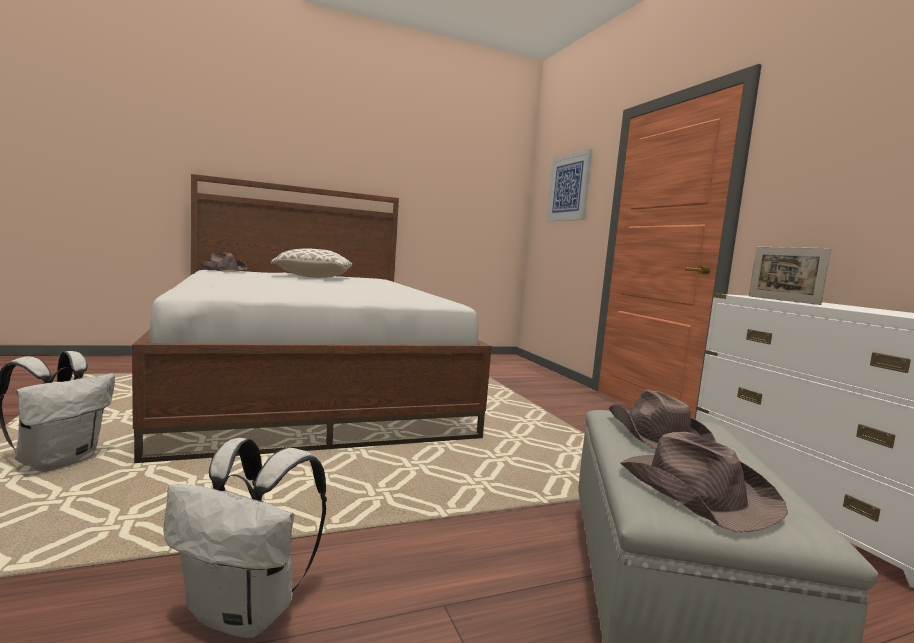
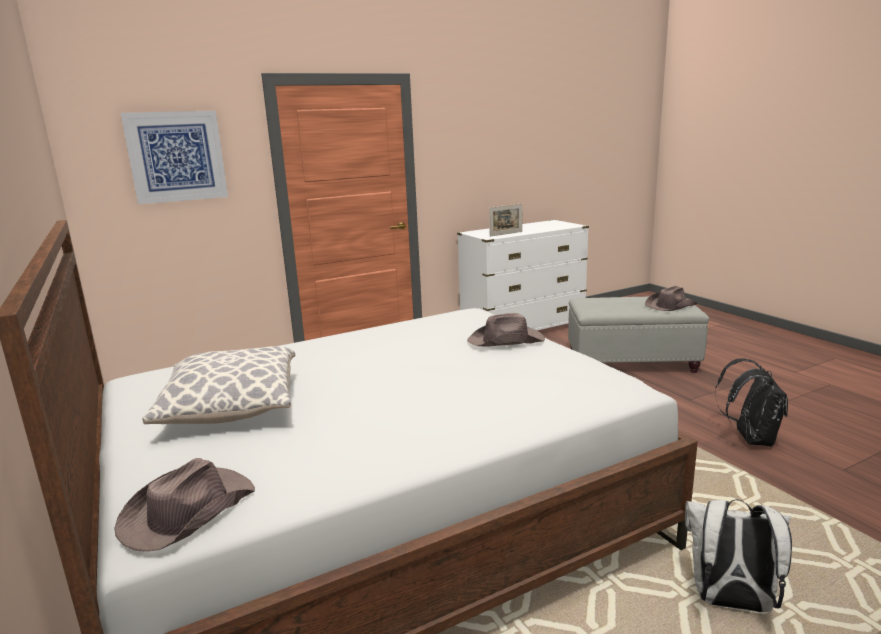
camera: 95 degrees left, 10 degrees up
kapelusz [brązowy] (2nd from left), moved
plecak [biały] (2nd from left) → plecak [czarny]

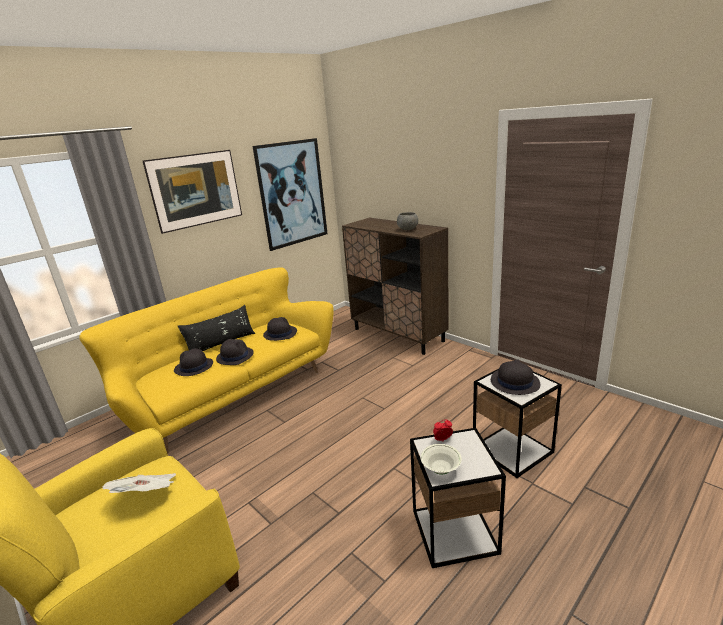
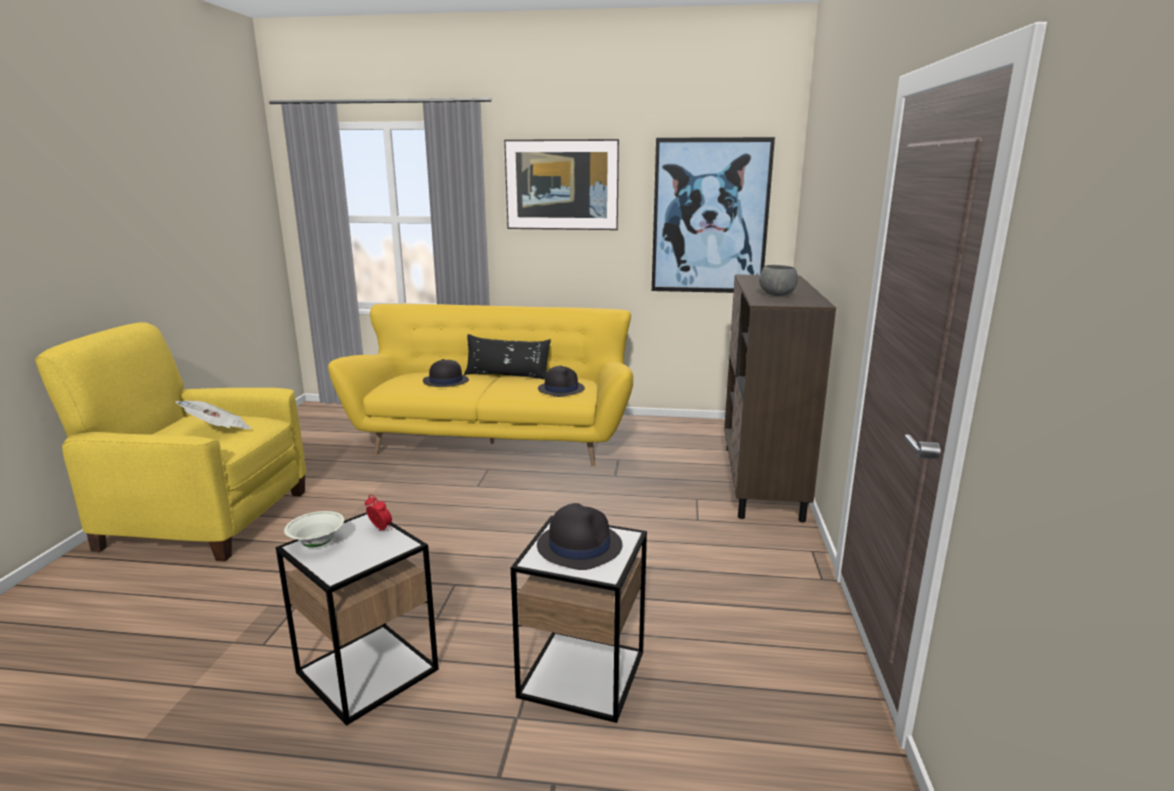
camera: 50 degrees right, 5 degrees down
kapelusz [czarny] (2nd from left) → -

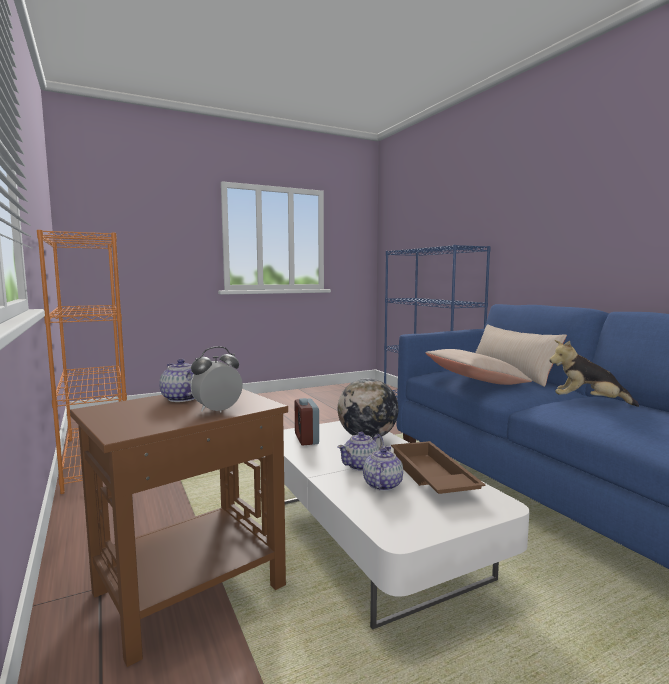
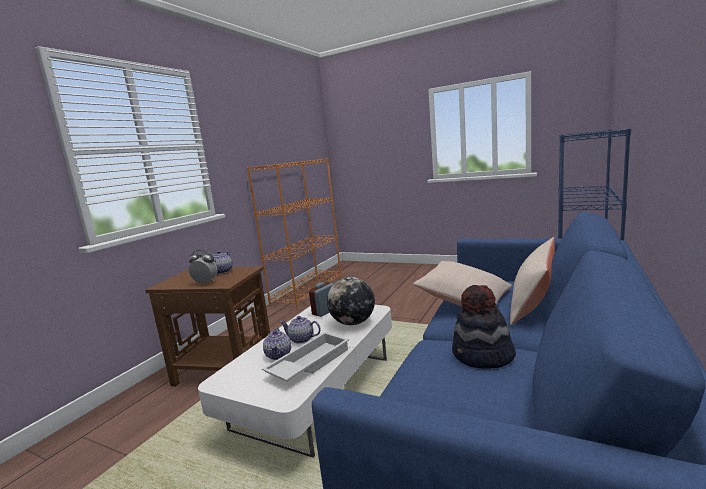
camera: 55 degrees right, 5 degrees up
pluszak → kapelusz
taca [brązowy] → taca [biały]
imbryk (3rd from left in the first image) → imbryk (2nd from left), 105 degrees clockwise

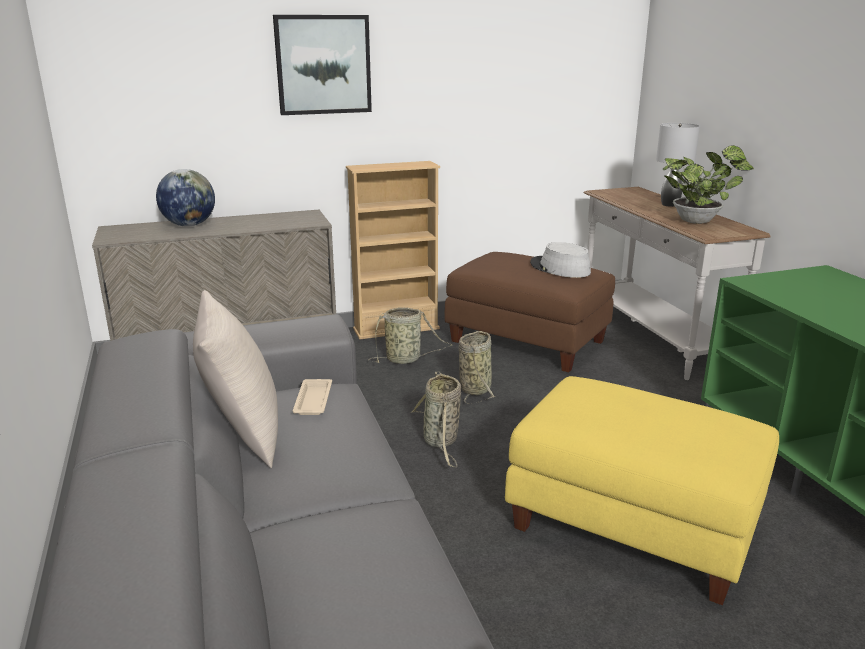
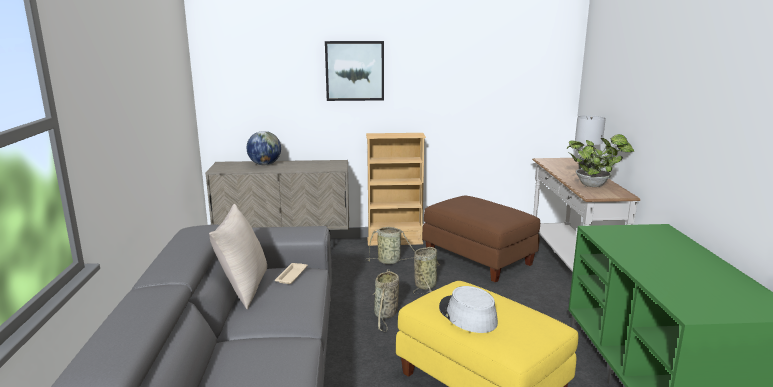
camera: 15 degrees right, 5 degrees down
kapelusz [szary], moved

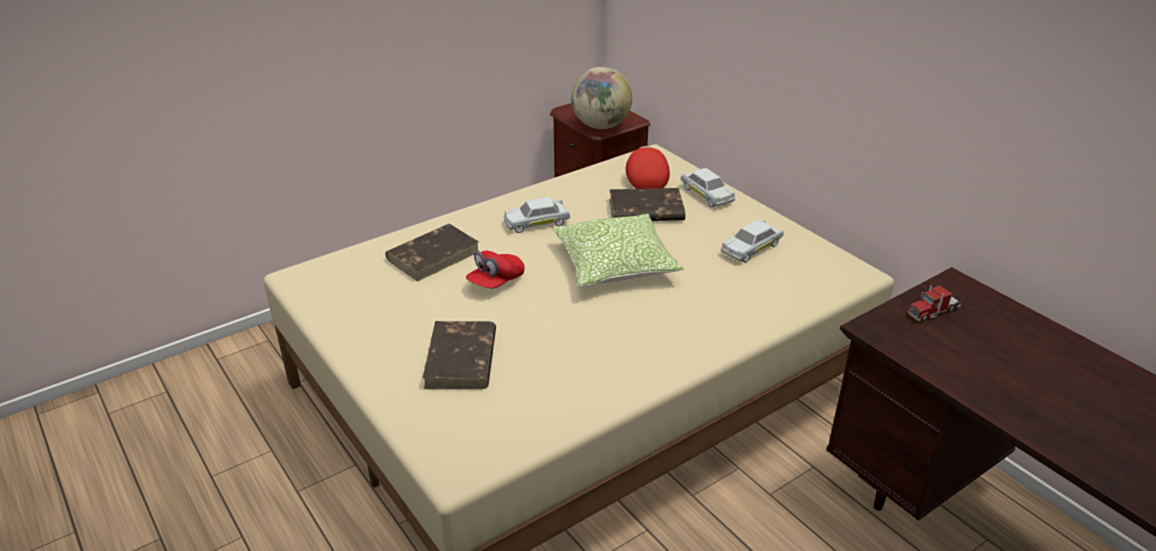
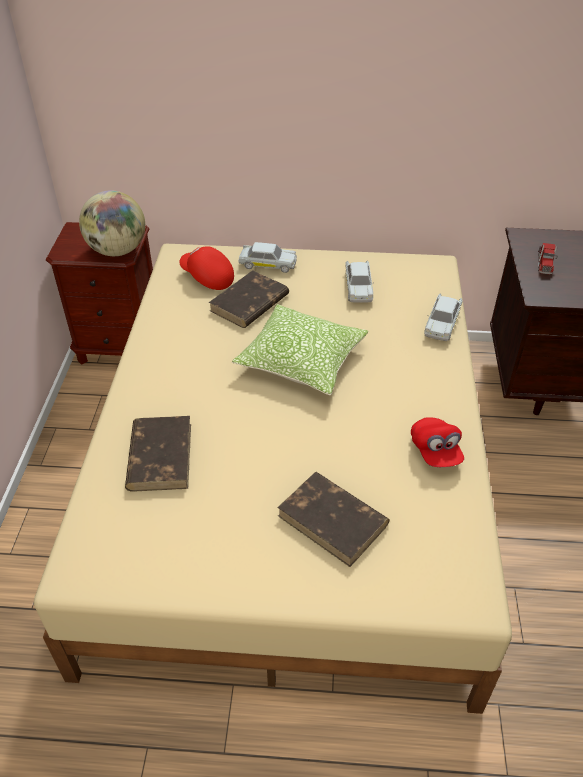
camera: 50 degrees left, 10 degrees up
samochodzik [biały] (1st from left in the first image) → samochodzik [biały] (3rd from left), moved
czapka z daszkiem [czerwony] (1st from left in the first image) → czapka z daszkiem [czerwony] (2nd from left), moved

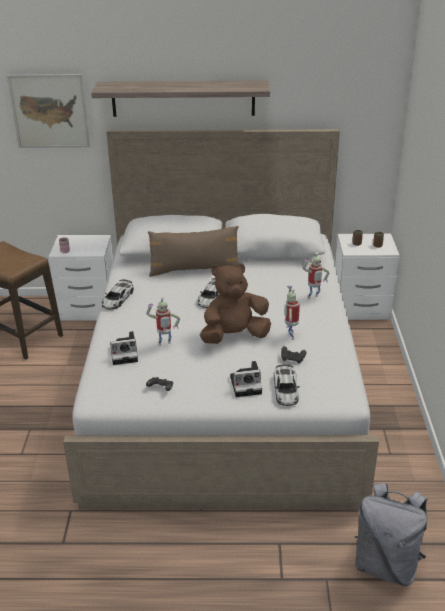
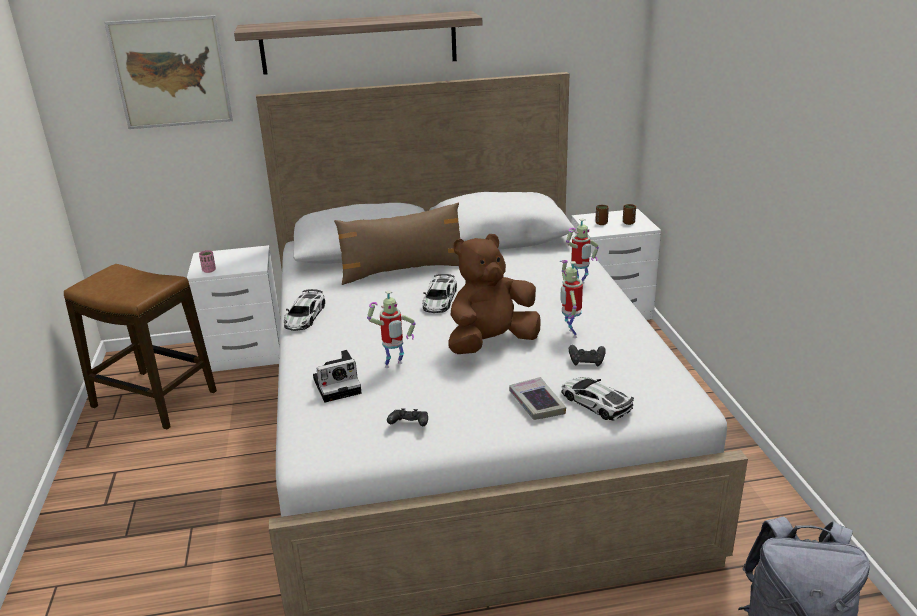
camera: 10 degrees left, 5 degrees down
aparat fotograficzny (2nd from left) → książka
samochodzik (3rd from left), 150 degrees clockwise

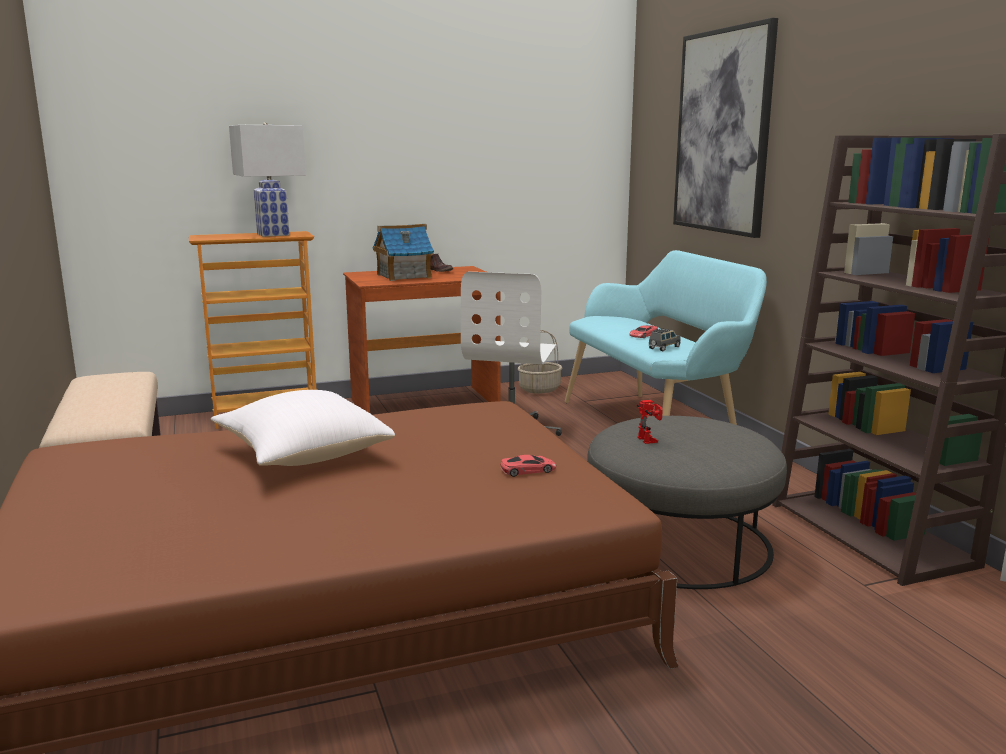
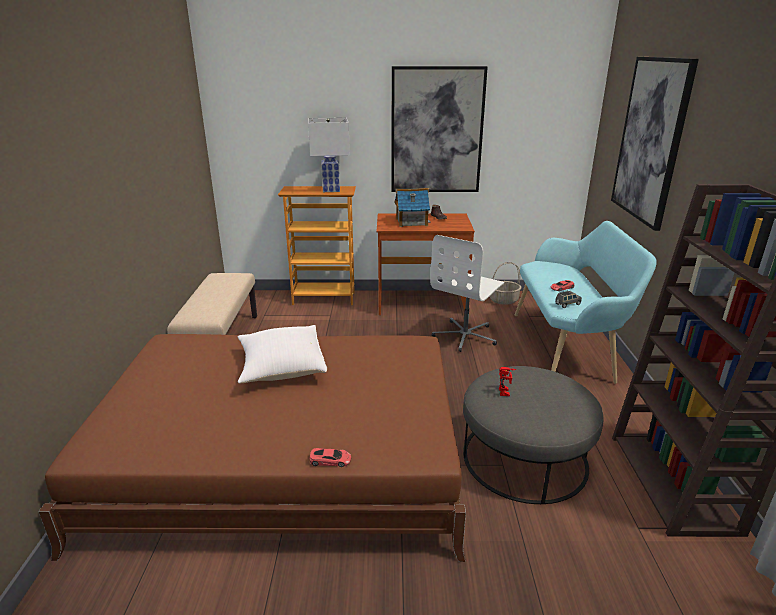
camera: 20 degrees right, 10 degrees up
samochodzik [czerwony] (1st from left), moved
- → obraz (1st from left)

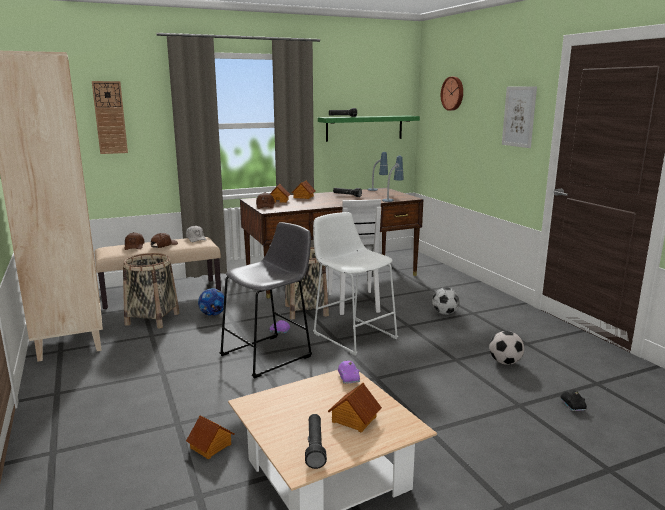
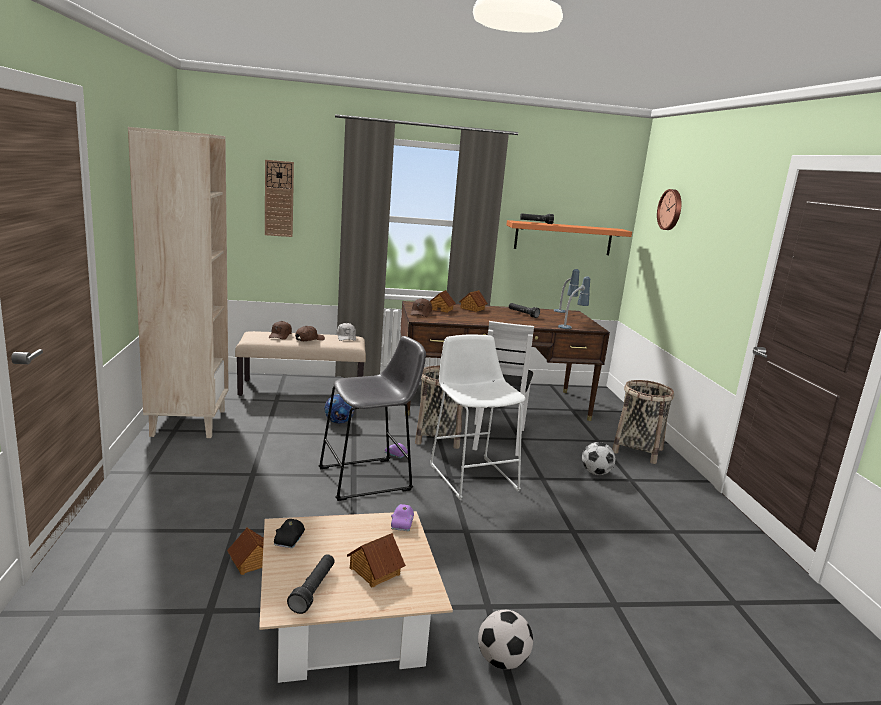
camera: 15 degrees right, 0 degrees up
obraz → -
półka [zielony] → półka [pomarańczowy]
koszyk (1st from left in the first image) → koszyk (2nd from left), moved
piłka futbolowa (3rd from left in the first image) → piłka futbolowa (2nd from left), moved
samochodzik [czarny], moved

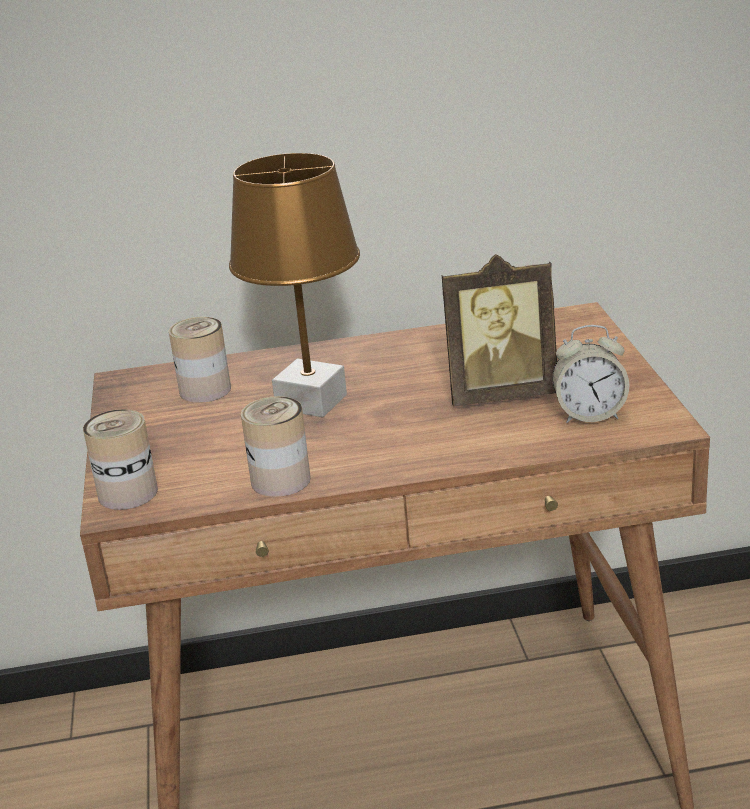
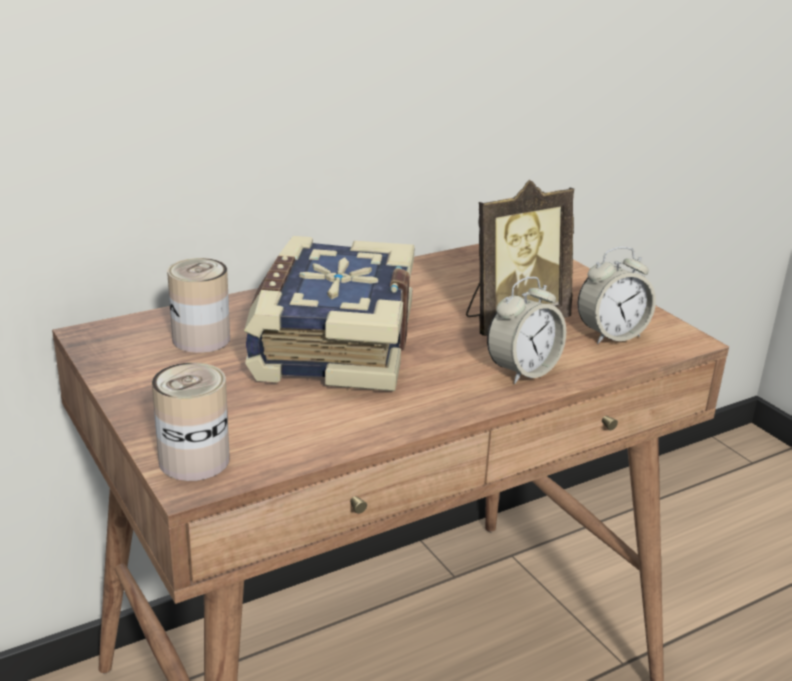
camera: 25 degrees left, 0 degrees up
lampa stołowa [brązowy] → książka
puszka (3rd from left) → -
- → budzik (1st from left)

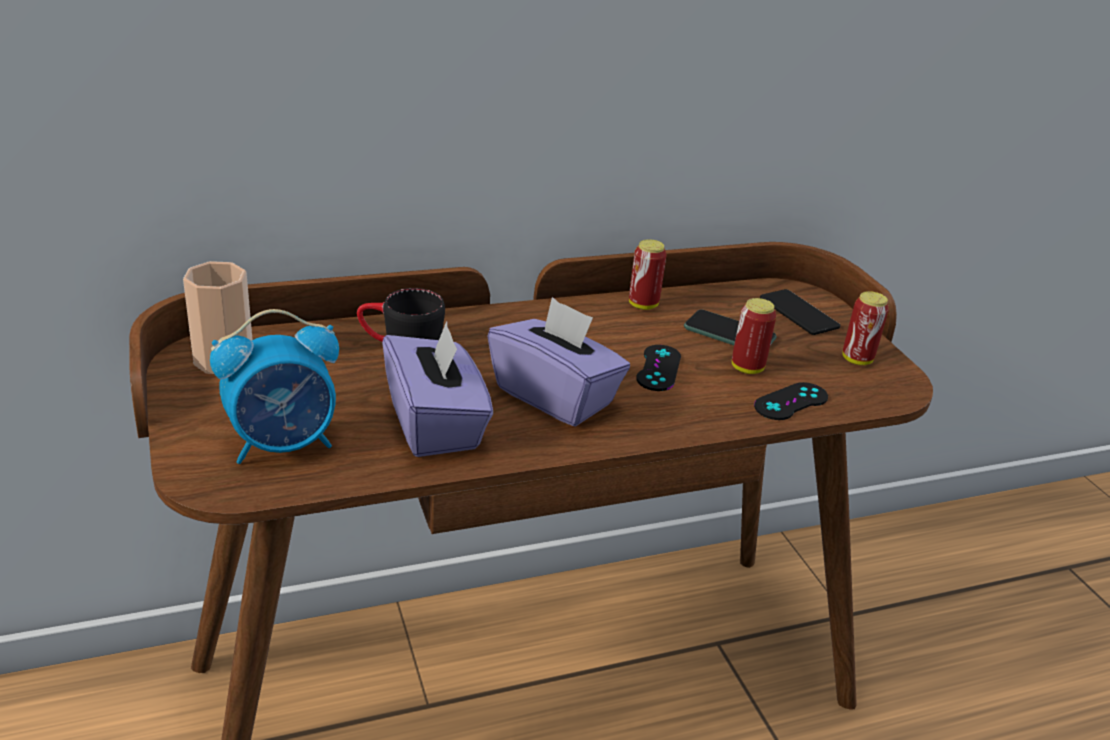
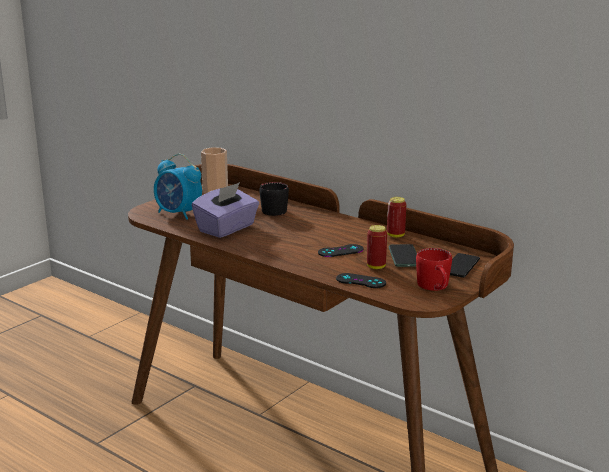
camera: 60 degrees right, 10 degrees down
puszka (3rd from left) → kubek [czerwony]
pudełko chusteczek [fioletowy] (2nd from left) → -

